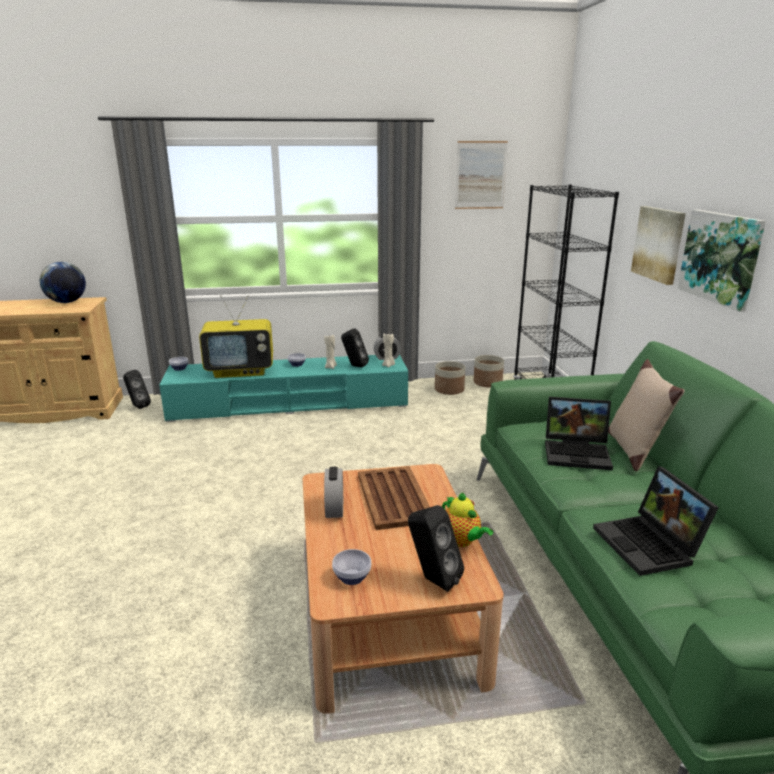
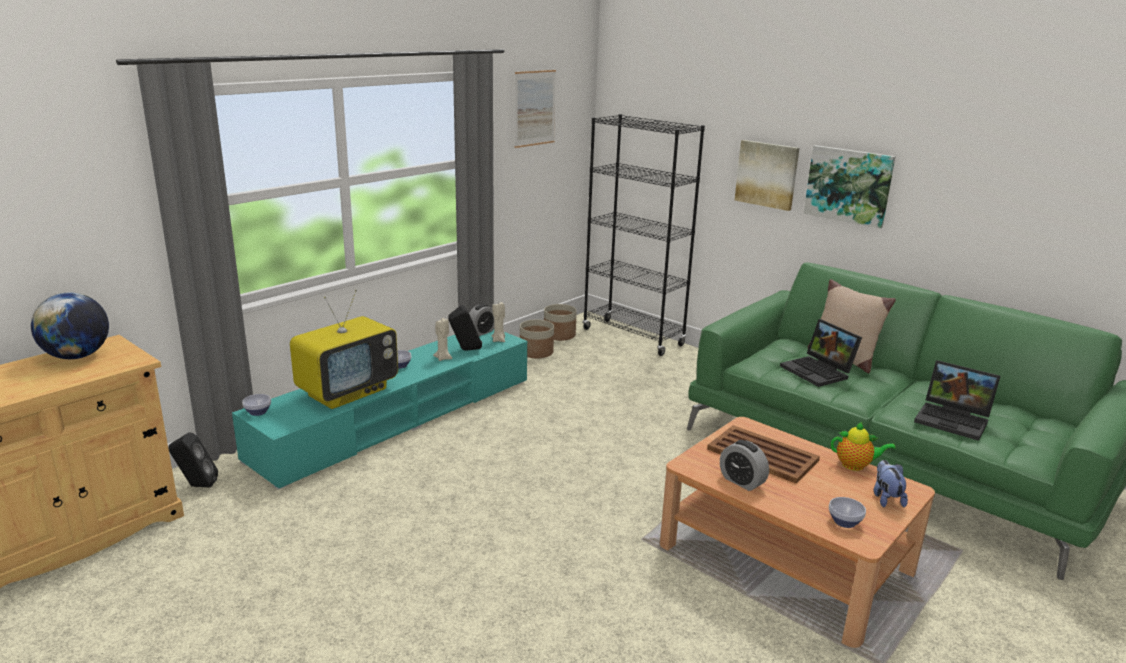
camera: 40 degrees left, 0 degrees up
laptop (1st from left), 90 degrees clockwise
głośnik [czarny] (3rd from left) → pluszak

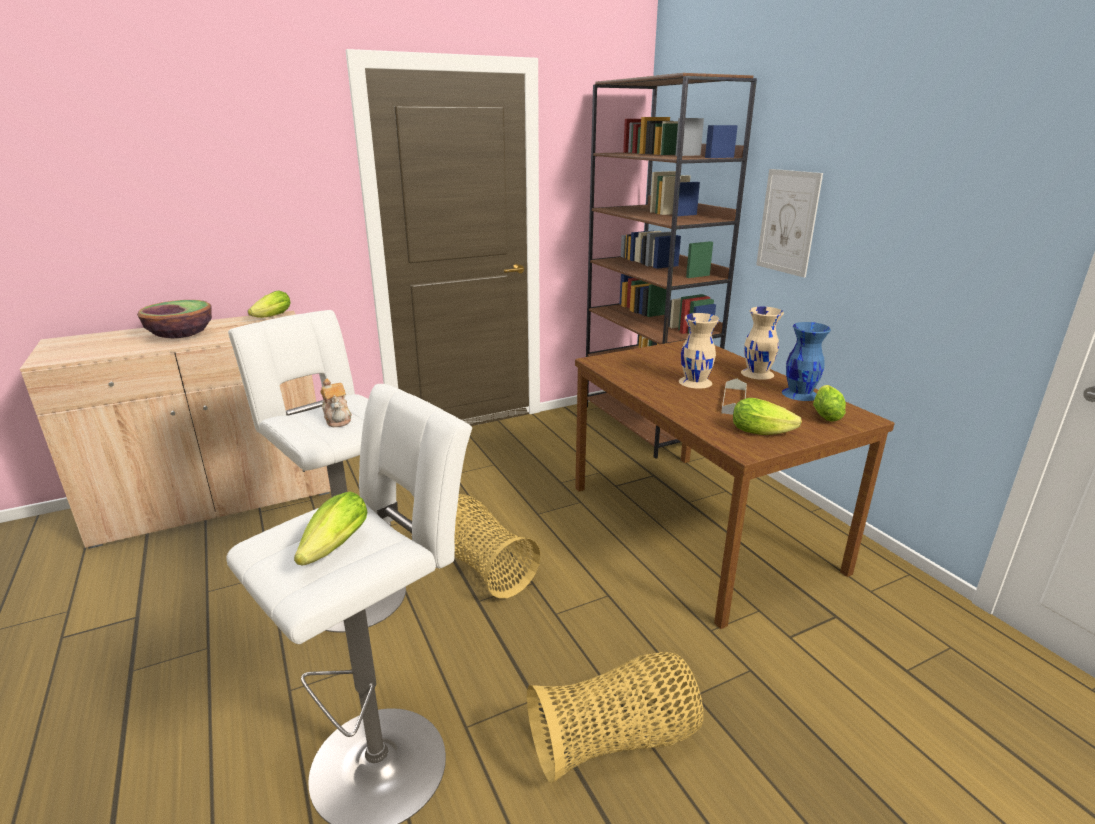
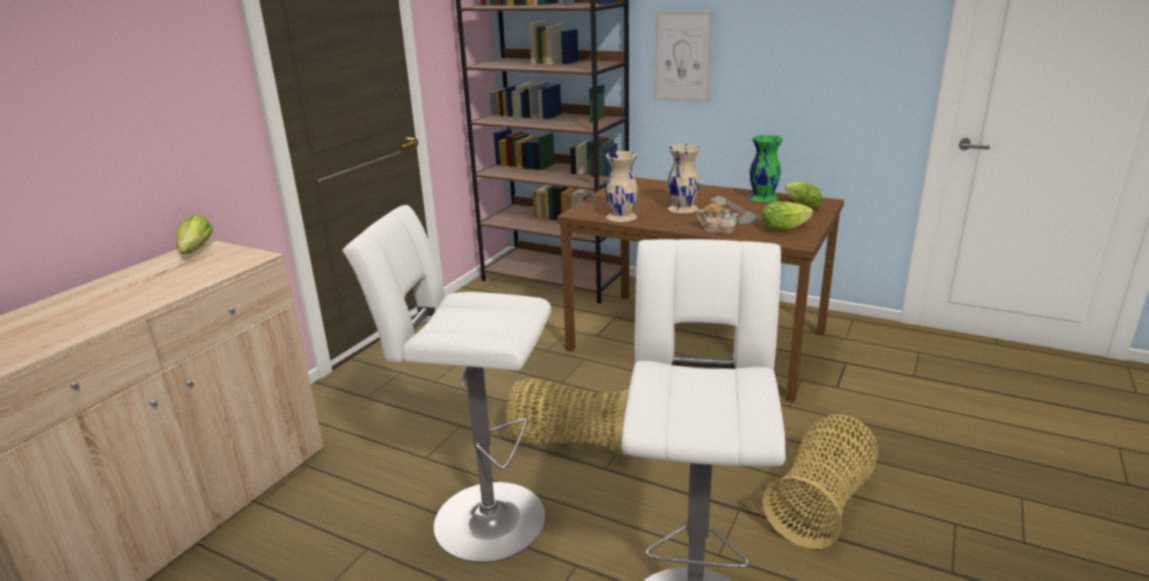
camera: 35 degrees left, 0 degrees up
miska → -
wazon [beżowy] (2nd from left in the first image) → wazon [beżowy] (1st from left), moved
wazon [niebieski] → wazon [zielony]
imbryk, moved
sałata (2nd from left) → -

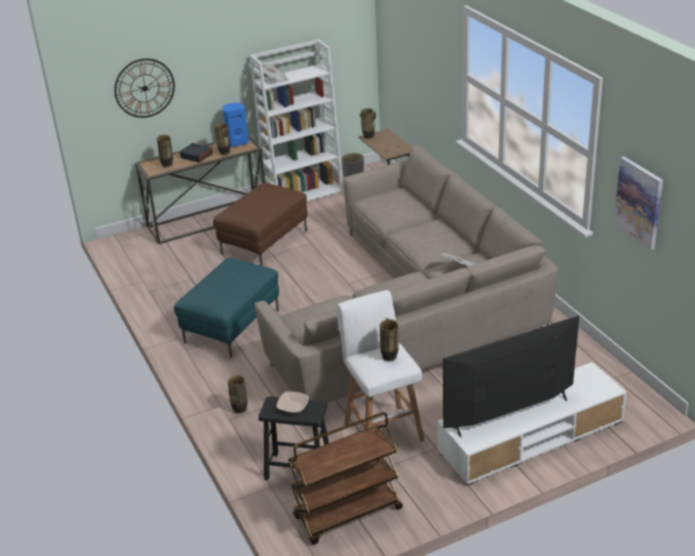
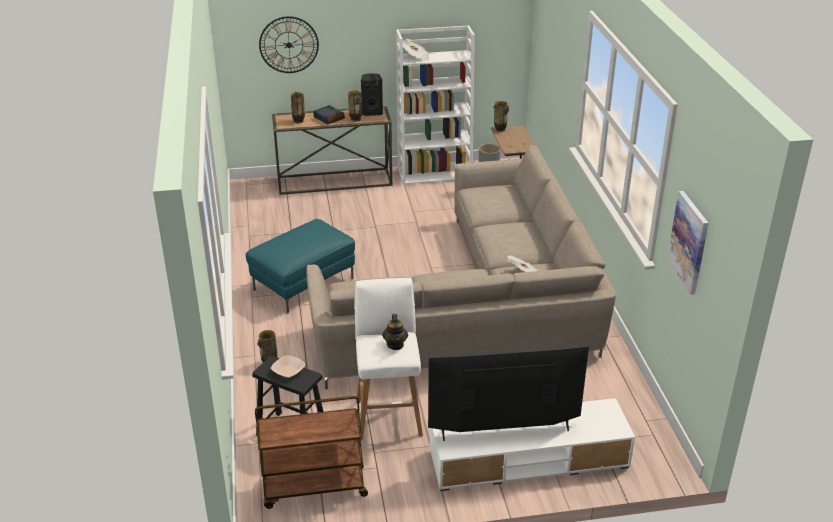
camera: 15 degrees right, 0 degrees up
głośnik [niebieski] → głośnik [czarny]
pufa [brązowy] → -
wazon (5th from left) → imbryk

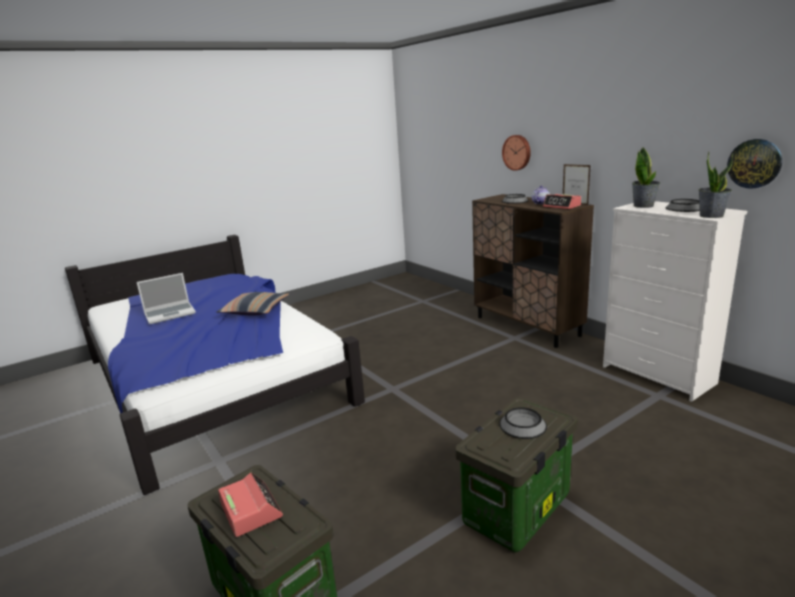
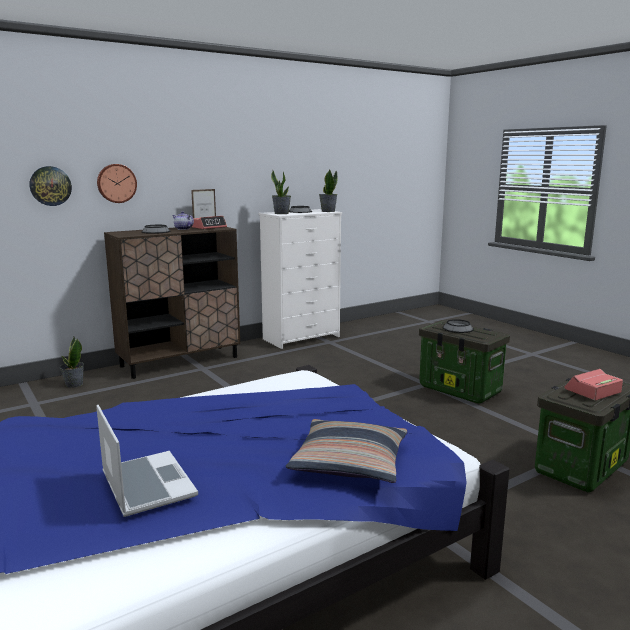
camera: 90 degrees left, 5 degrees down
zegar ścienny (2nd from left in the first image) → zegar ścienny (1st from left), moved
poduszka, moved
- → roślina doniczkowa (1st from left)

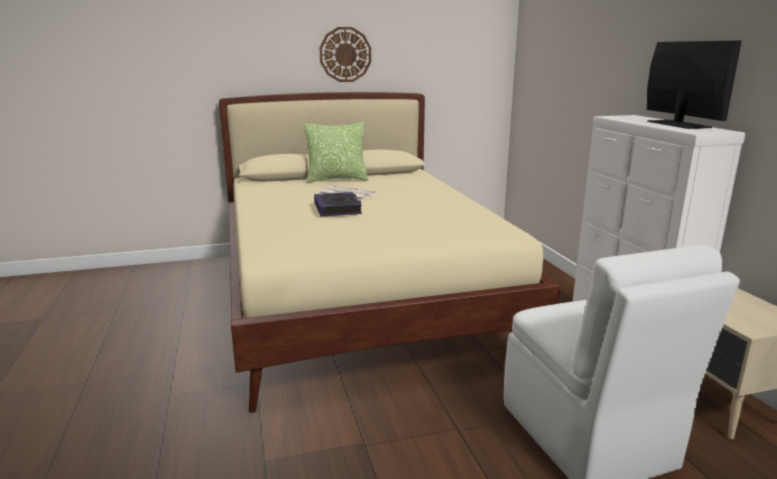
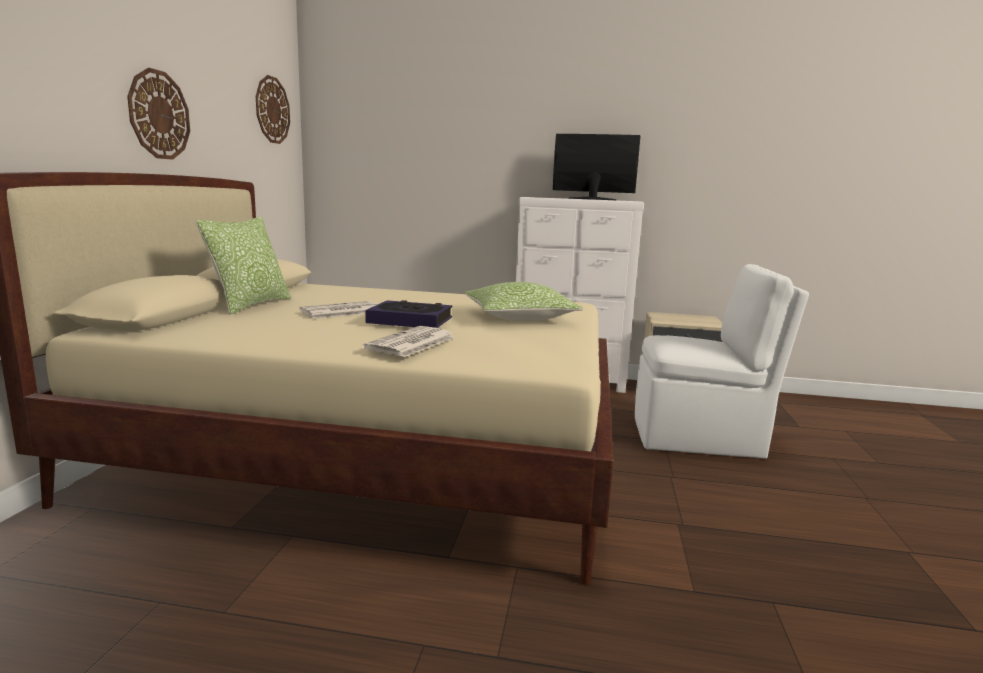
camera: 65 degrees left, 5 degrees down
- → zegar ścienny (2nd from left)
- → poduszka (2nd from left)
- → gazeta (2nd from left)

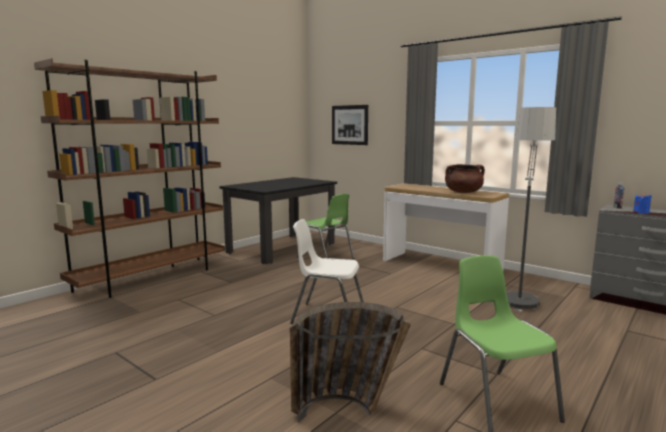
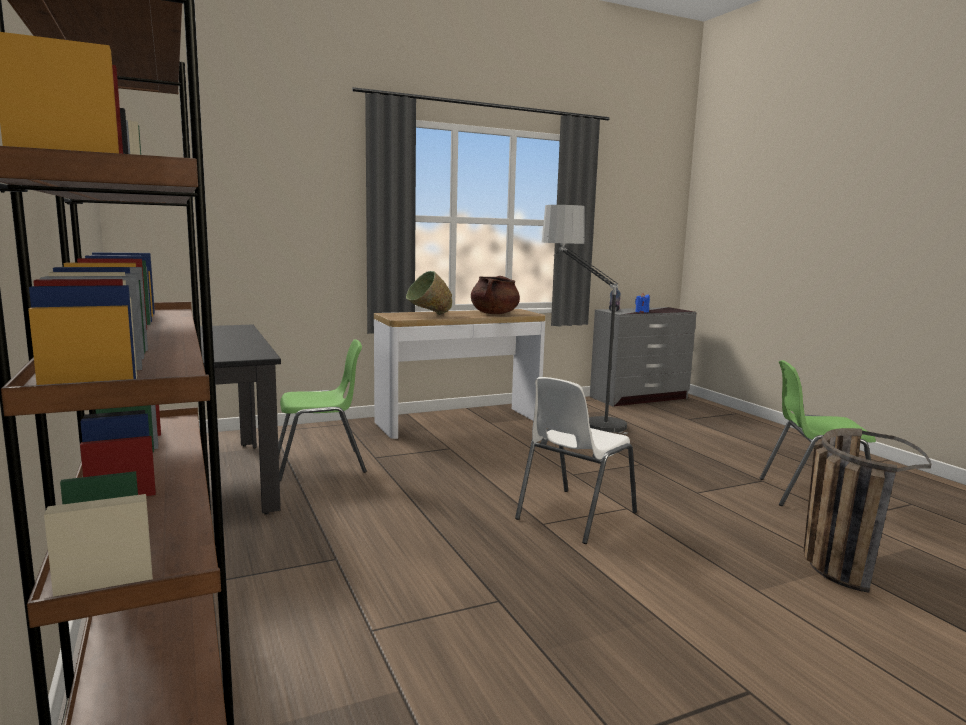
camera: 65 degrees left, 0 degrees up
obraz → -
- → miska [zielony]

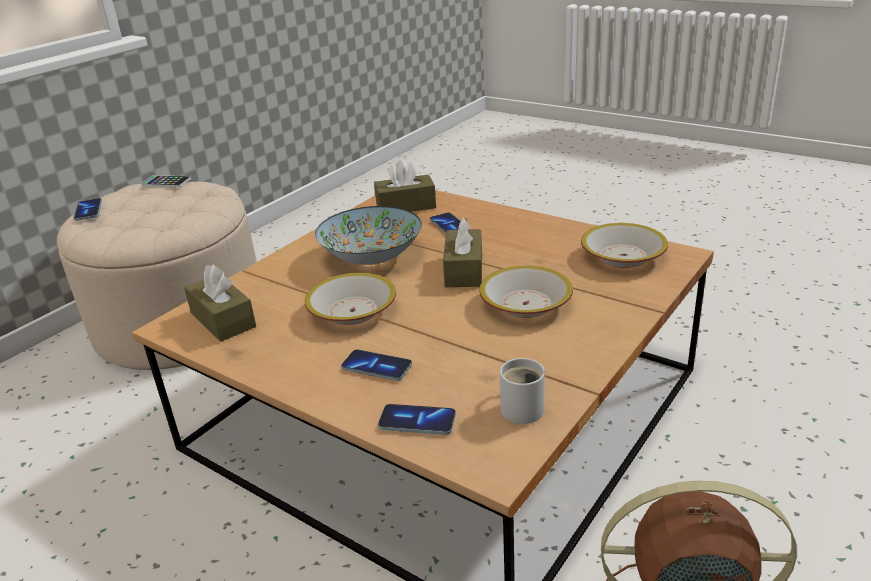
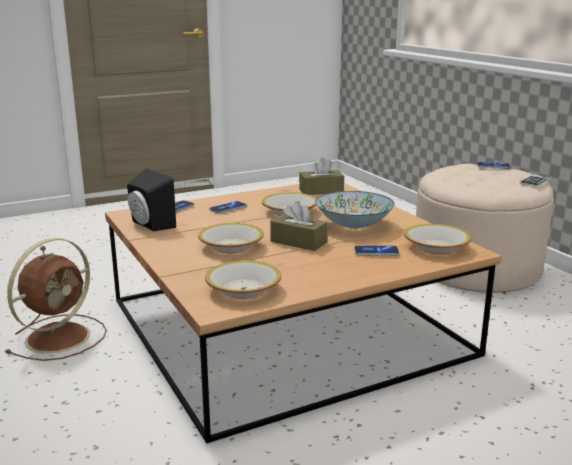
camera: 115 degrees right, 10 degrees down
pudełko chusteczek [brązowy] (2nd from left) → miska (5th from left)
kubek [biały] → głośnik [czarny]

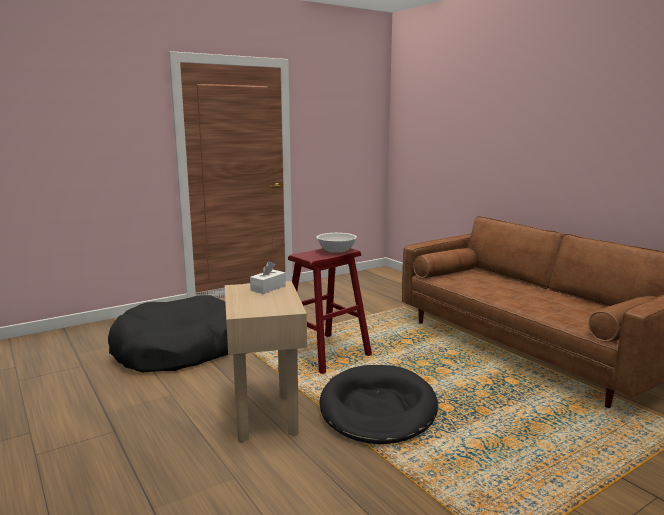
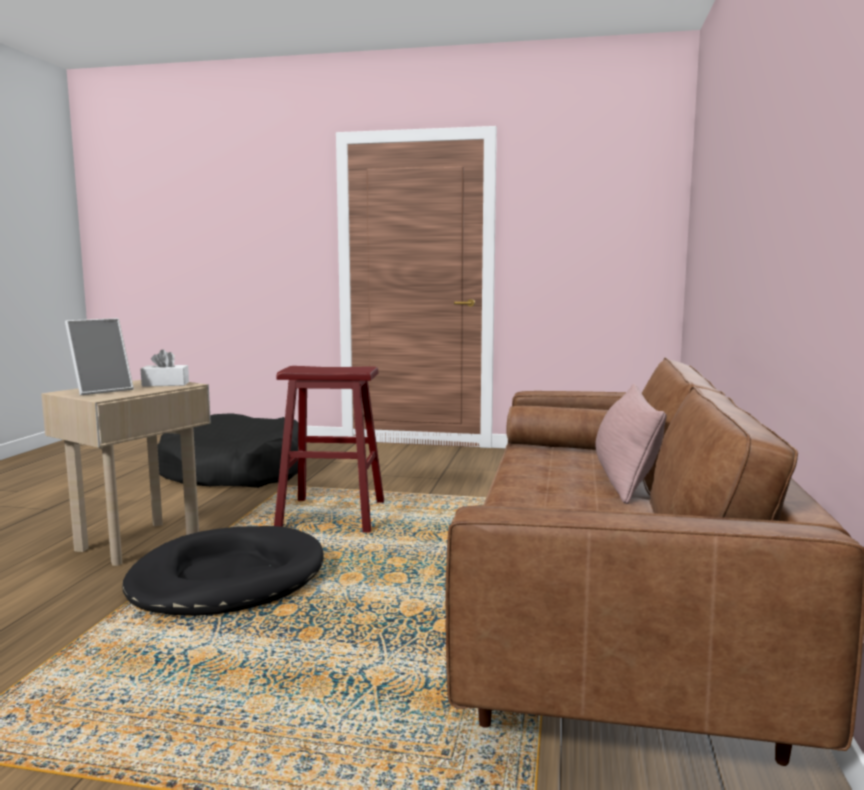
camera: 45 degrees right, 5 degrees down
miska [biały] → -
- → ramka na zdjęcie
- → poduszka [różowy]

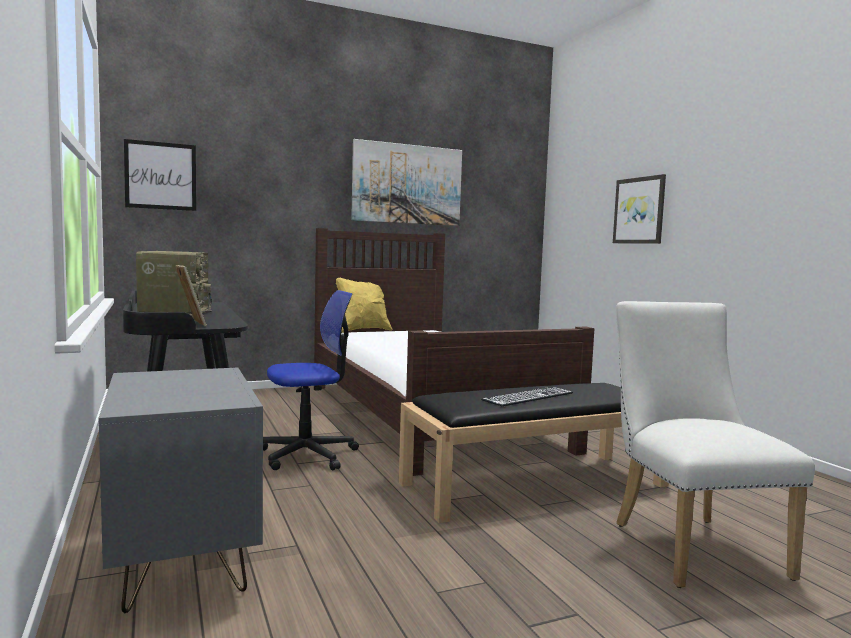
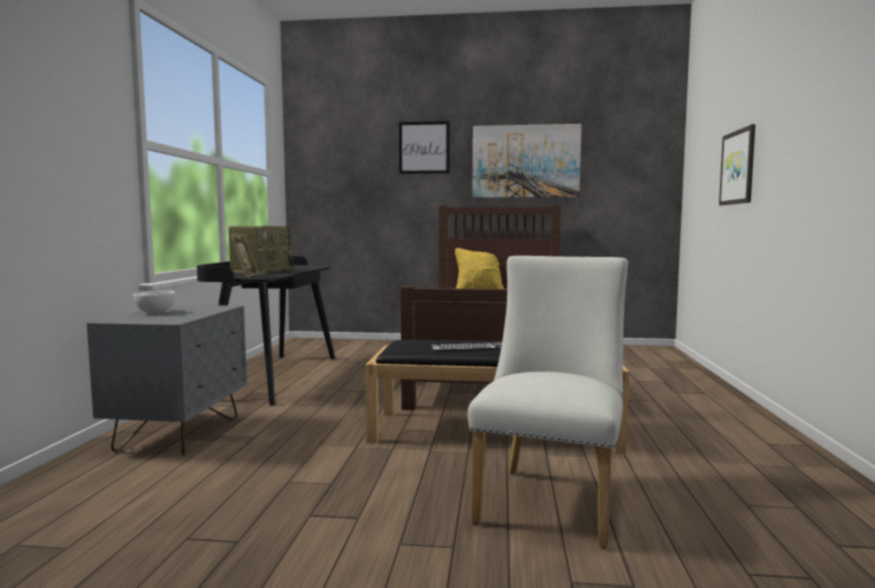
camera: 30 degrees right, 0 degrees up
obraz (1st from left), moved
krzesło biurowe → -
- → miska [biały]

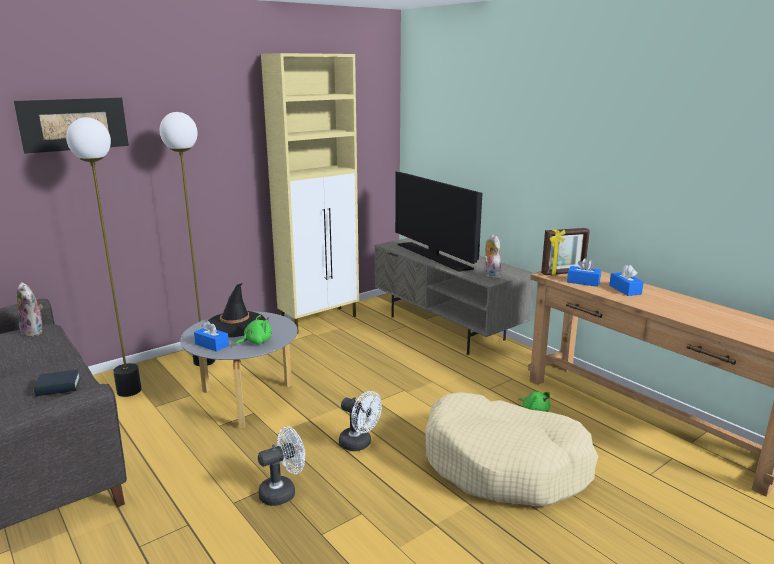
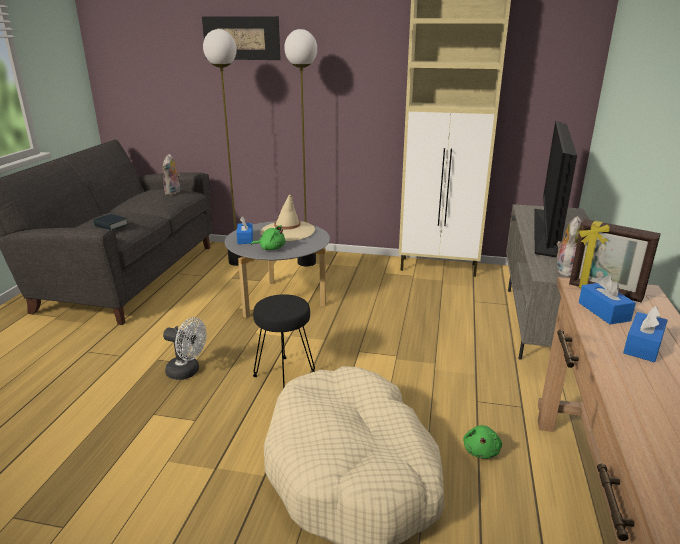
camera: 50 degrees right, 5 degrees up
kapelusz [czarny] → kapelusz [beżowy]
wentylator [biały] (2nd from left) → stołek [czarny]

